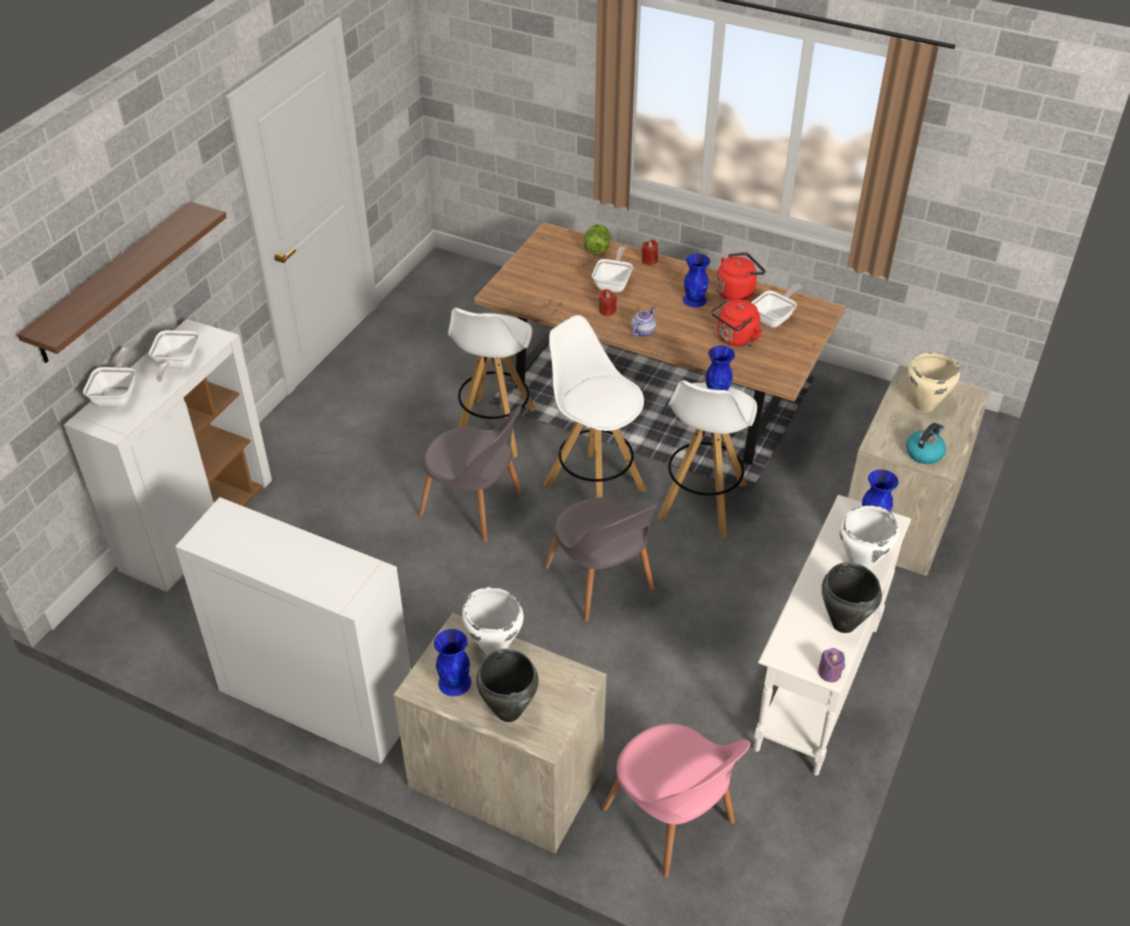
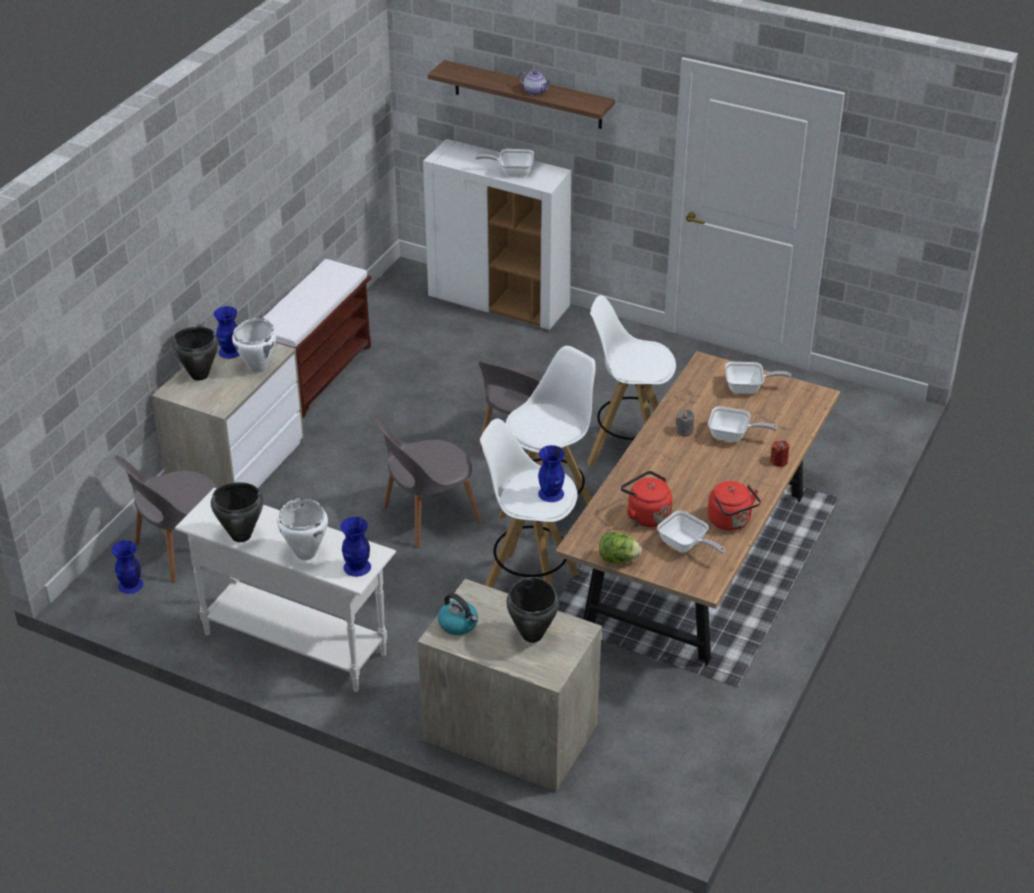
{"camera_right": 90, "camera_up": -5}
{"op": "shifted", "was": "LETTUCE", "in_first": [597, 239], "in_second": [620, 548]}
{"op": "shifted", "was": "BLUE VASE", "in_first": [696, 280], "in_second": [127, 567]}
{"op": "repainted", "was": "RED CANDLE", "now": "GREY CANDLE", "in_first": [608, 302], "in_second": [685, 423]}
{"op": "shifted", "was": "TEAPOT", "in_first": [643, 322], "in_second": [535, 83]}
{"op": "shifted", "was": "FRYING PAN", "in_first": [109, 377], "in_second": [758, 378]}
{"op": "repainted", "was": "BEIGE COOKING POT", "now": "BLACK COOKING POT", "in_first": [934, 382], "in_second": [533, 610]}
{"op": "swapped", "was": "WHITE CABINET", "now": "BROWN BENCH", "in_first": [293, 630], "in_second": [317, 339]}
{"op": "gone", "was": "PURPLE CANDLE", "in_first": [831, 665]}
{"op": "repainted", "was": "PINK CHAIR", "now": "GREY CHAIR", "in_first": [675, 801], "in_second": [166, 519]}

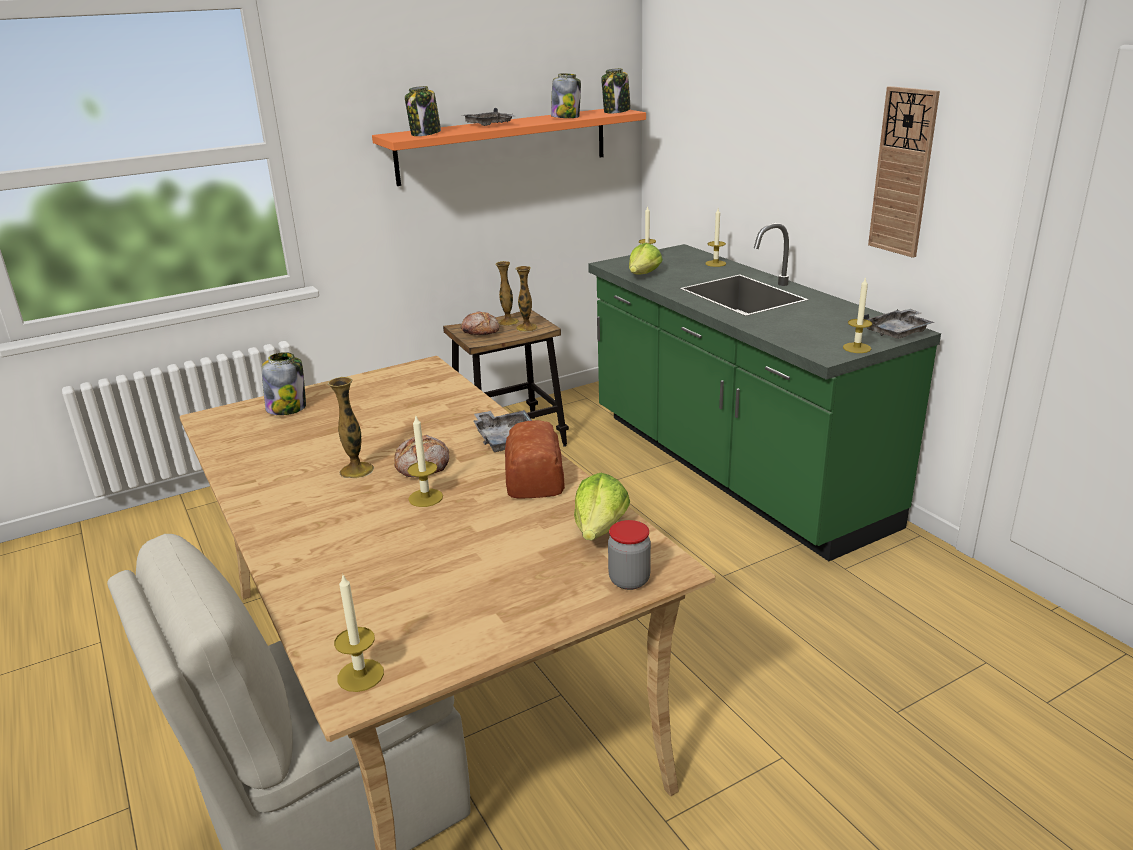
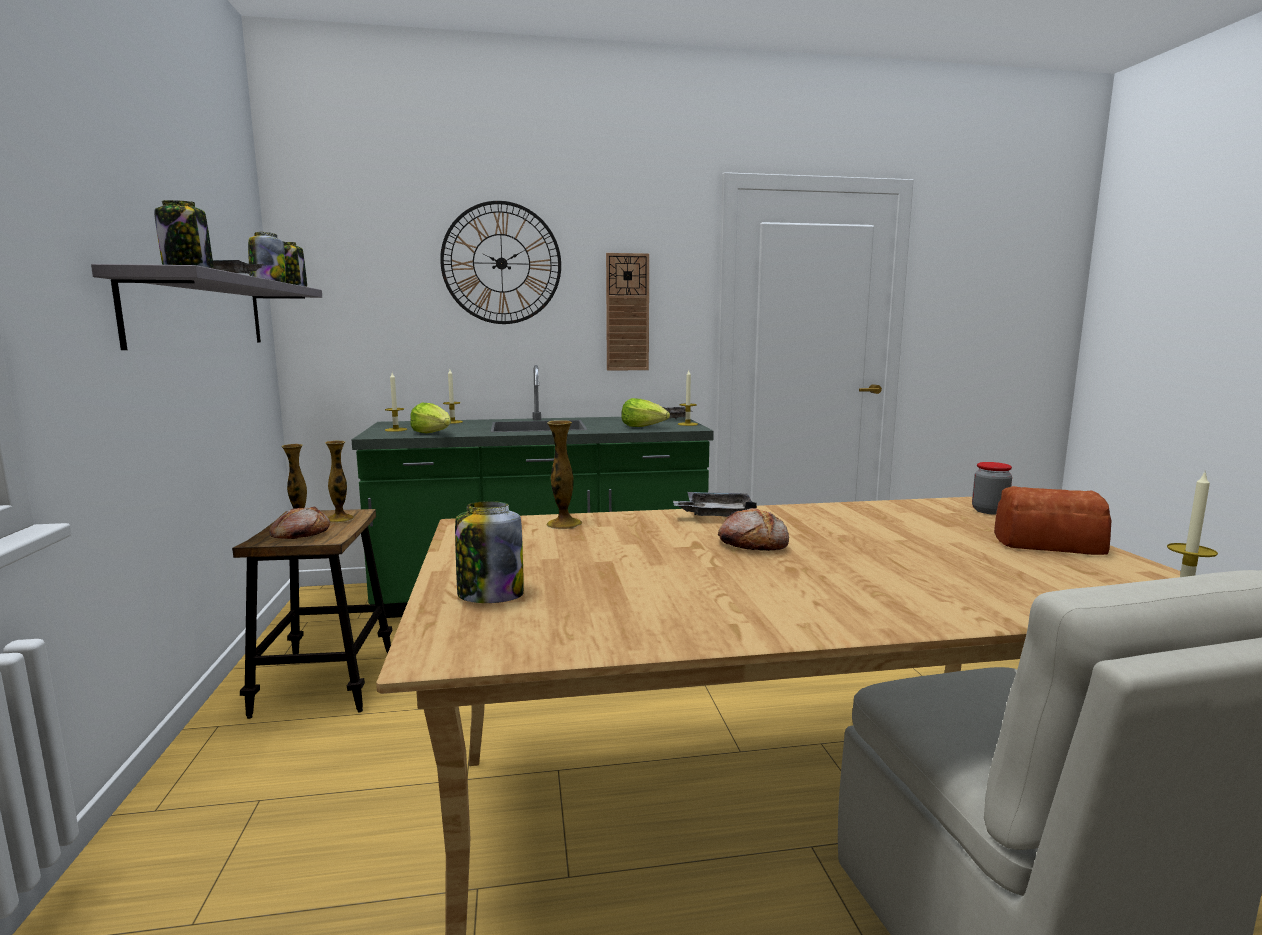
{"camera_right": -70, "camera_up": -15}
{"op": "repainted", "was": "ORANGE SHELF", "now": "GREY SHELF", "in_first": [509, 147], "in_second": [206, 307]}
{"op": "shifted", "was": "VASE", "in_first": [351, 427], "in_second": [564, 474]}
{"op": "gone", "was": "CANDLE", "in_first": [425, 461]}
{"op": "shifted", "was": "BREAD", "in_first": [535, 459], "in_second": [1052, 520]}
{"op": "shifted", "was": "LETTUCE", "in_first": [602, 506], "in_second": [645, 412]}
{"op": "new", "now": "WALL CLOCK", "in_second": [500, 262]}

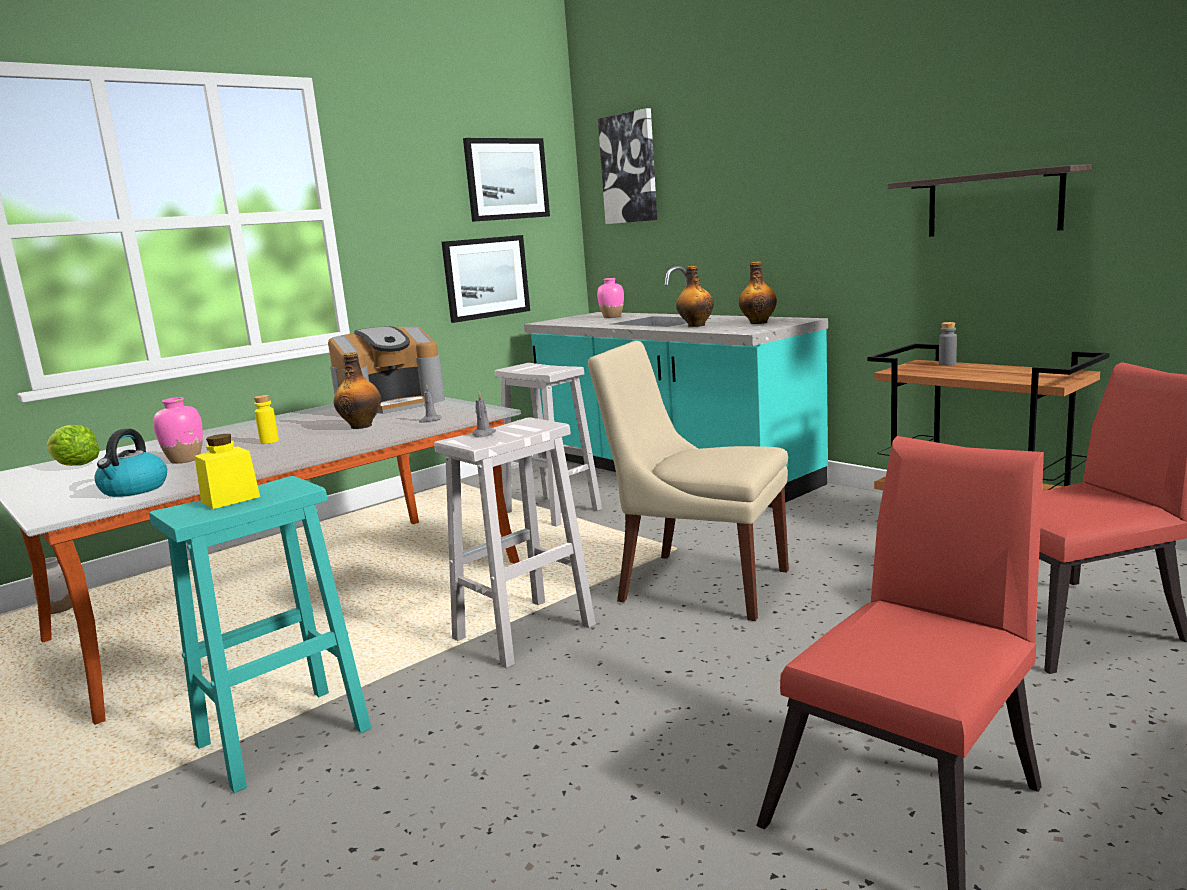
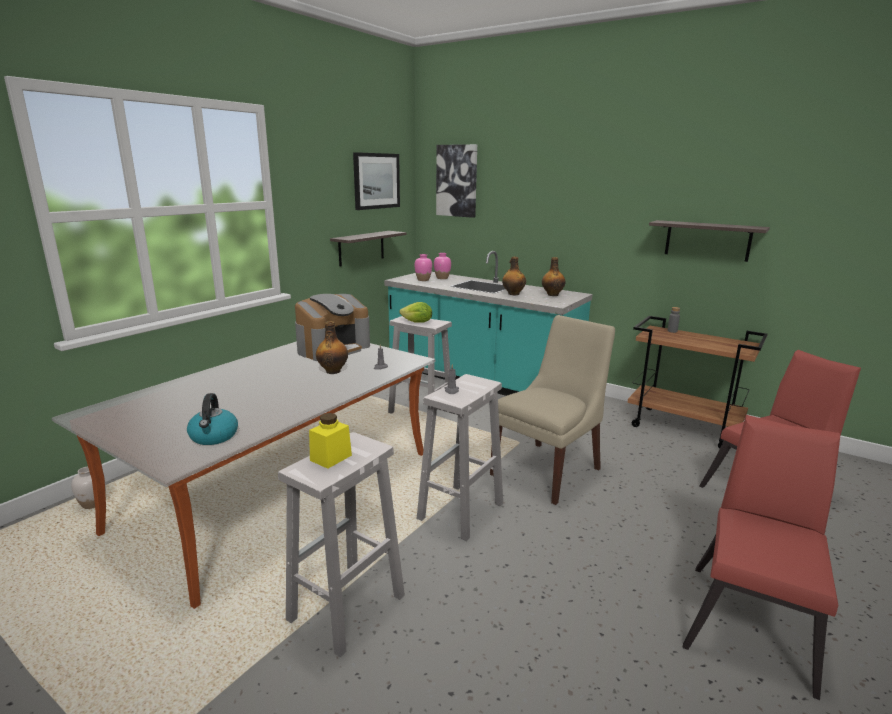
{"camera_right": -15, "camera_up": 5}
{"op": "swapped", "was": "PICTURE", "now": "SHELF", "in_first": [486, 279], "in_second": [368, 248]}
{"op": "rotated", "was": "BEIGE CHAIR", "in_first": [688, 481], "in_second": [552, 410], "clockwise": 120}
{"op": "gone", "was": "YELLOW BOTTLE", "in_first": [266, 419]}
{"op": "shifted", "was": "PINK VASE", "in_first": [178, 430], "in_second": [423, 267]}
{"op": "shifted", "was": "LETTUCE", "in_first": [73, 445], "in_second": [416, 312]}
{"op": "repainted", "was": "TURQUOISE STOOL", "now": "WHITE STOOL", "in_first": [260, 634], "in_second": [341, 545]}

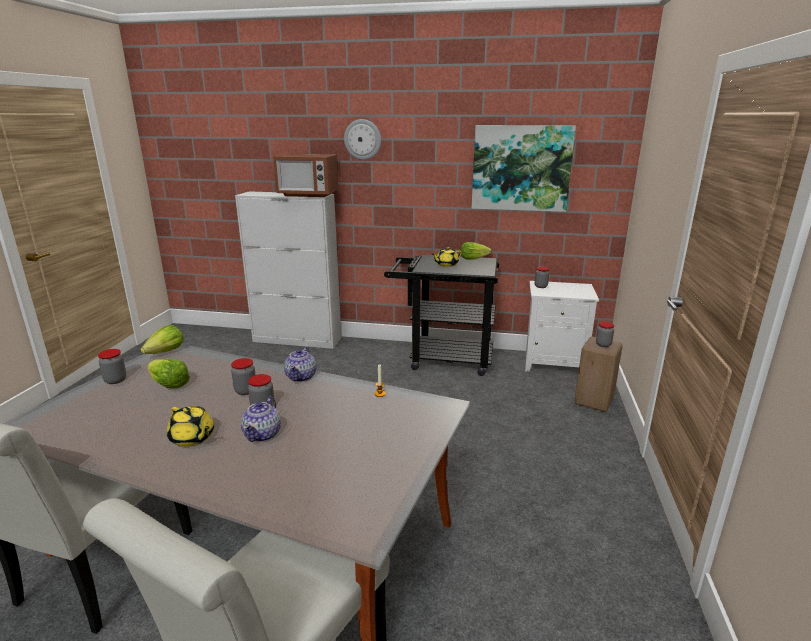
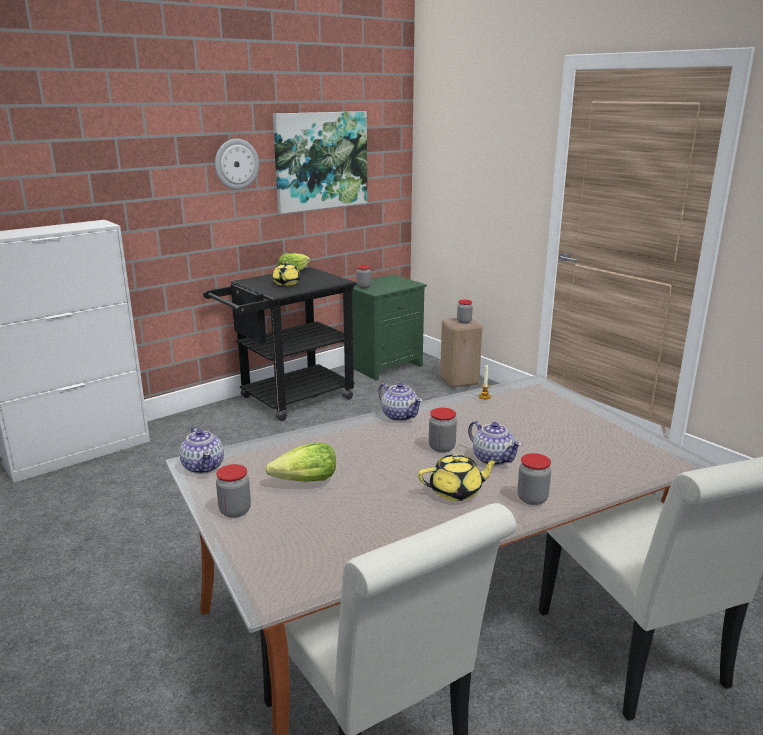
{"camera_right": -50, "camera_up": 0}
{"op": "shifted", "was": "WALL CLOCK", "in_first": [362, 139], "in_second": [237, 164]}
{"op": "gone", "was": "MICROWAVE", "in_first": [305, 175]}
{"op": "repainted", "was": "WHITE NIGHTSTAND", "now": "GREEN NIGHTSTAND", "in_first": [562, 326], "in_second": [389, 328]}
{"op": "swapped", "was": "LETTUCE", "now": "TEAPOT", "in_first": [162, 339], "in_second": [202, 450]}
{"op": "shifted", "was": "JAR", "in_first": [243, 376], "in_second": [534, 479]}

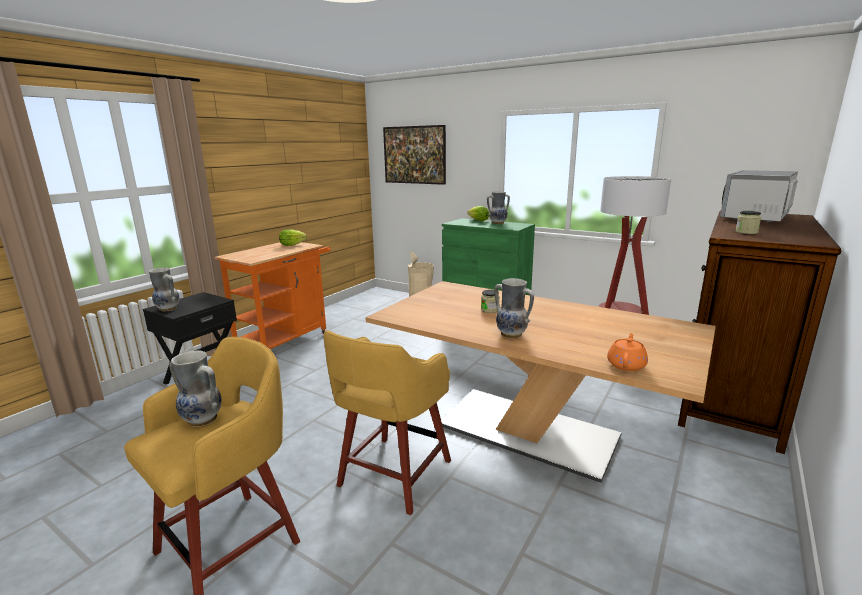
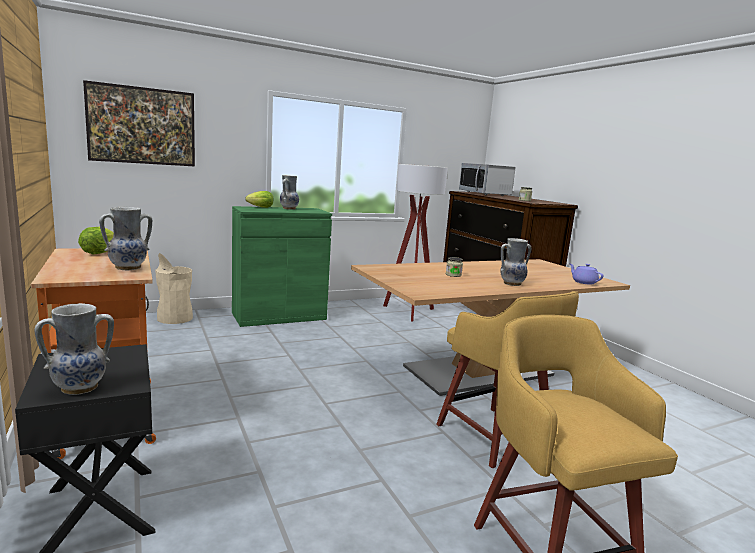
{"camera_right": -60, "camera_up": -5}
{"op": "repainted", "was": "ORANGE TEAPOT", "now": "PURPLE TEAPOT", "in_first": [627, 352], "in_second": [586, 274]}
{"op": "shifted", "was": "VASE", "in_first": [195, 389], "in_second": [125, 238]}

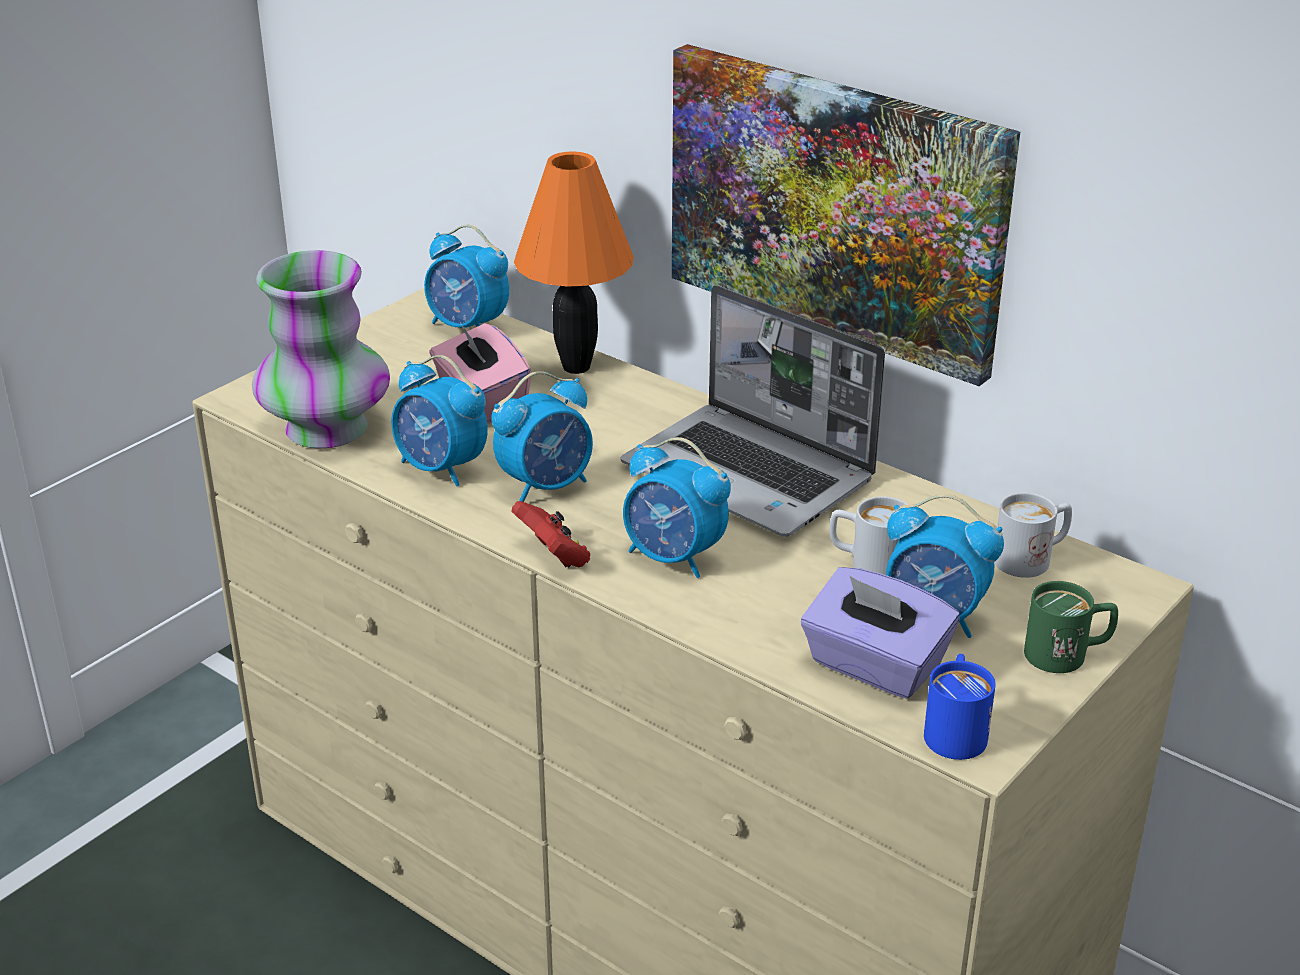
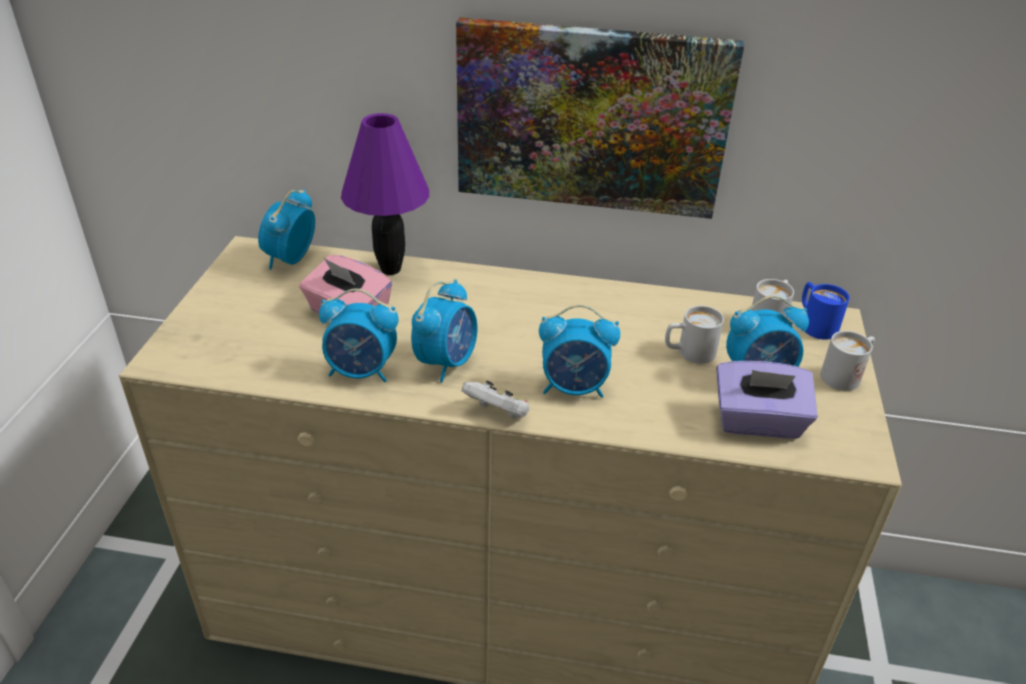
{"camera_right": -30, "camera_up": 5}
{"op": "repainted", "was": "ORANGE TABLE LAMP", "now": "PURPLE TABLE LAMP", "in_first": [574, 262], "in_second": [385, 194]}
{"op": "rotated", "was": "ALARM CLOCK", "in_first": [466, 276], "in_second": [286, 229], "clockwise": 105}
{"op": "gone", "was": "VASE", "in_first": [321, 349]}
{"op": "gone", "was": "LAPTOP", "in_first": [753, 411]}
{"op": "repainted", "was": "RED GAME CONTROLLER", "now": "WHITE GAME CONTROLLER", "in_first": [550, 534], "in_second": [495, 400]}
{"op": "repainted", "was": "GREEN MUG", "now": "WHITE MUG", "in_first": [1071, 627], "in_second": [847, 361]}
{"op": "shifted", "was": "BLUE MUG", "in_first": [960, 707], "in_second": [826, 311]}

